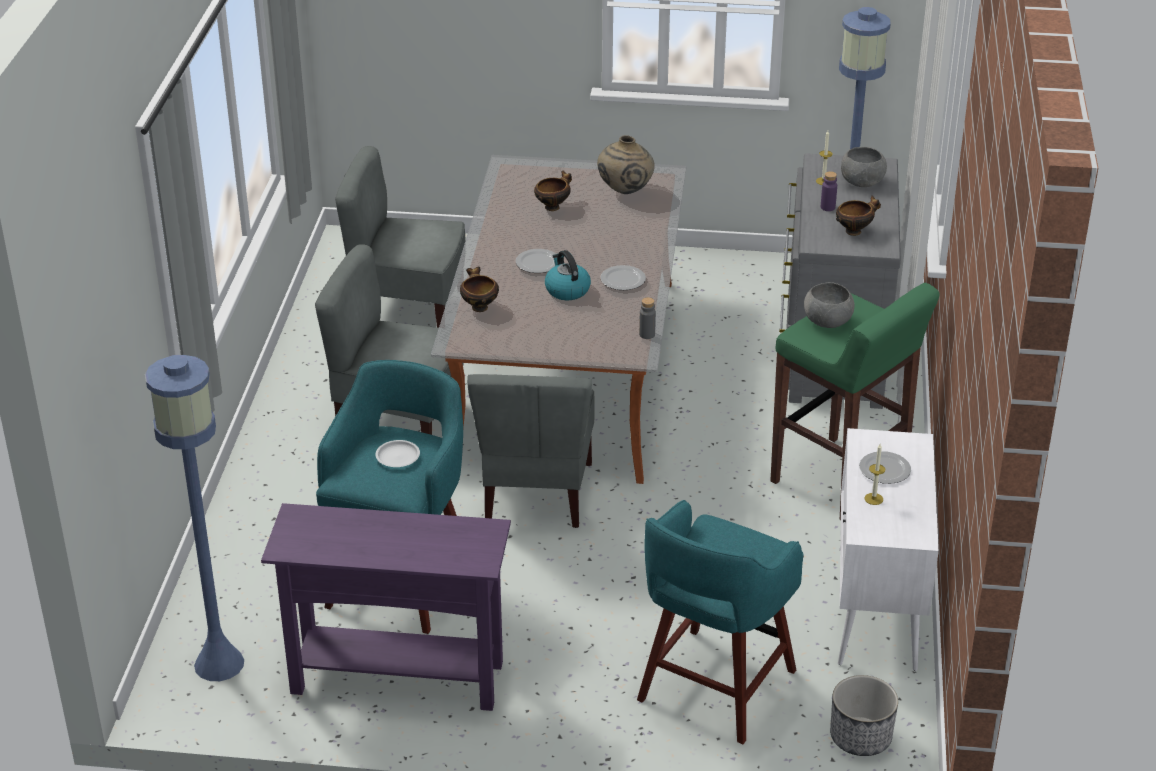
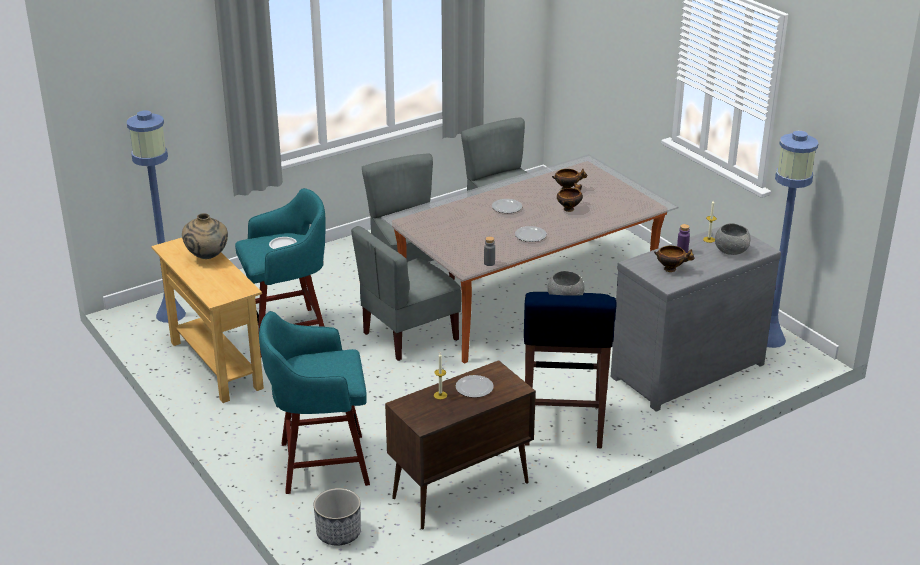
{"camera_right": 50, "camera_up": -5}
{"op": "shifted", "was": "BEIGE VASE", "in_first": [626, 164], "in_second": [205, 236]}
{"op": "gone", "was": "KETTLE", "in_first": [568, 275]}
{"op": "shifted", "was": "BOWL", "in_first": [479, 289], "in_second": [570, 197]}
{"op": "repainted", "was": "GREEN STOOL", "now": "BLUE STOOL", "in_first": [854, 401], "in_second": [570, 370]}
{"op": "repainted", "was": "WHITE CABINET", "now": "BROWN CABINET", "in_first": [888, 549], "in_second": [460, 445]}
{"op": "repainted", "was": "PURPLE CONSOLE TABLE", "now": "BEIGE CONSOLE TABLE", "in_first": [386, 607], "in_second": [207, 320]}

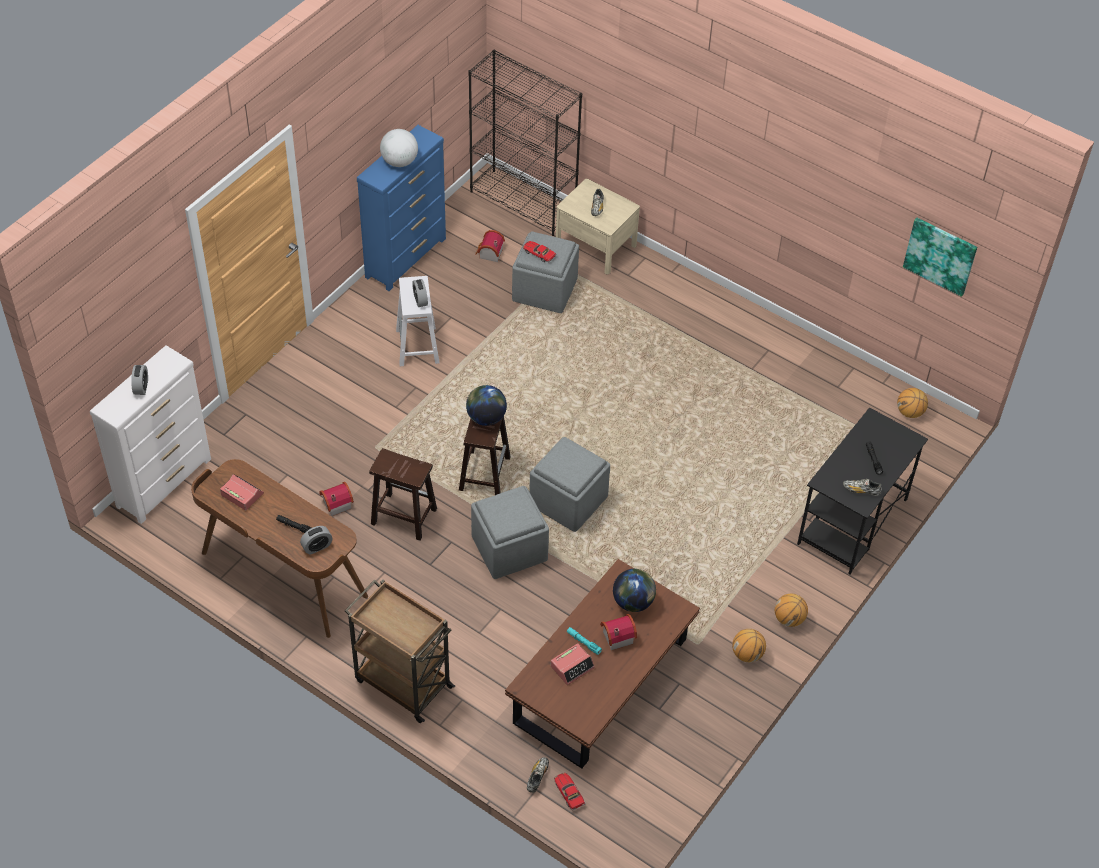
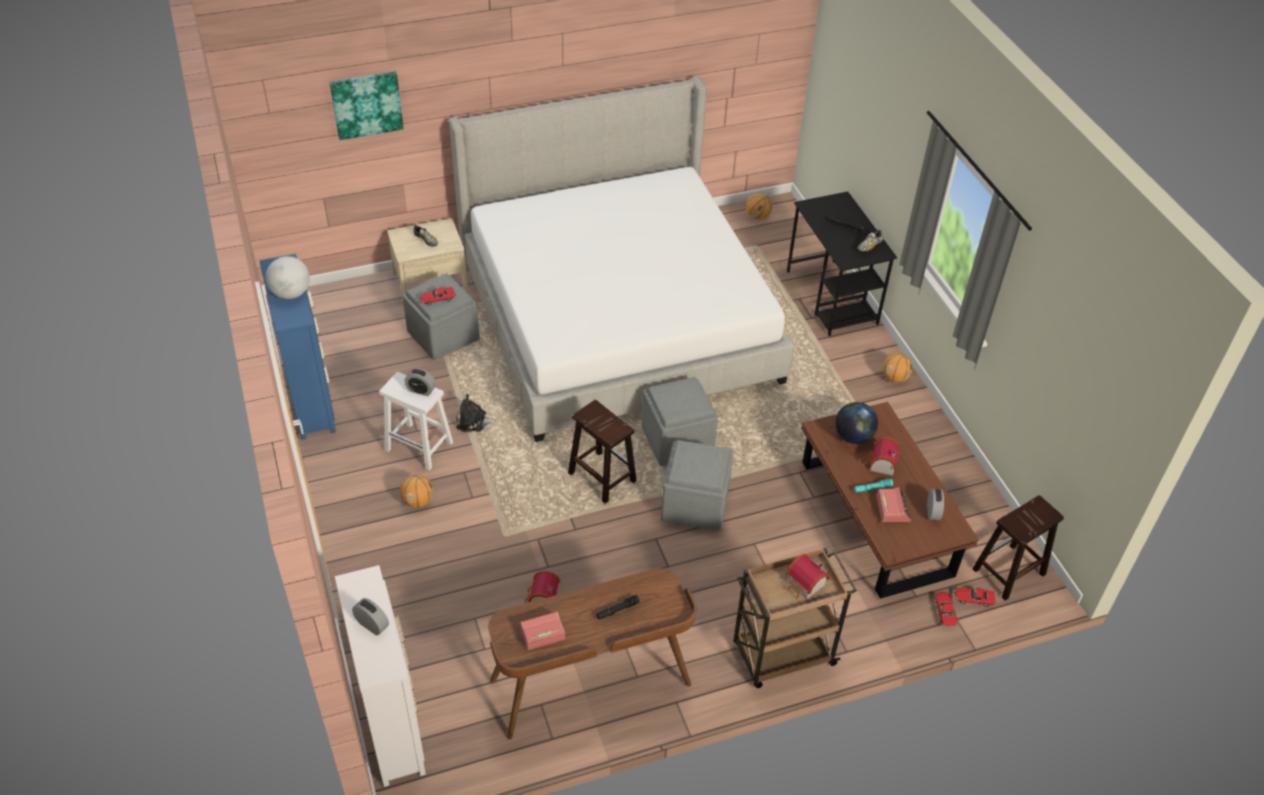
{"camera_right": -55, "camera_up": -5}
{"op": "gone", "was": "BLACK BOOKCASE", "in_first": [525, 143]}
{"op": "shifted", "was": "PICTURE", "in_first": [940, 257], "in_second": [367, 105]}
{"op": "shifted", "was": "TOY HOUSE", "in_first": [490, 246], "in_second": [808, 577]}
{"op": "gone", "was": "GLOBE", "in_first": [486, 405]}
{"op": "shifted", "was": "BROWN STOOL", "in_first": [403, 494], "in_second": [1018, 548]}
{"op": "shifted", "was": "ALARM CLOCK", "in_first": [316, 540], "in_second": [935, 504]}
{"op": "shifted", "was": "BASKETBALL", "in_first": [749, 645], "in_second": [417, 491]}
{"op": "swapped", "was": "SHOE", "now": "TOY CAR", "in_first": [538, 775], "in_second": [946, 609]}
{"op": "new", "now": "BED", "in_second": [621, 259]}
{"op": "new", "now": "PLUSH TOY", "in_second": [476, 413]}

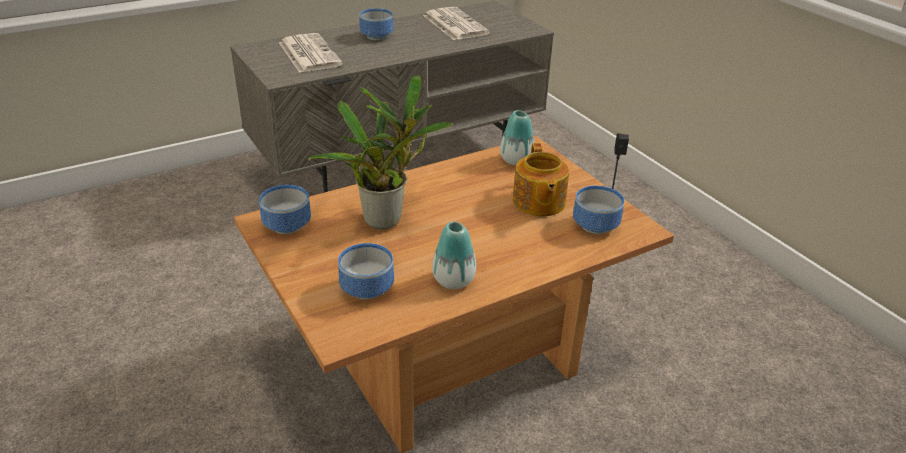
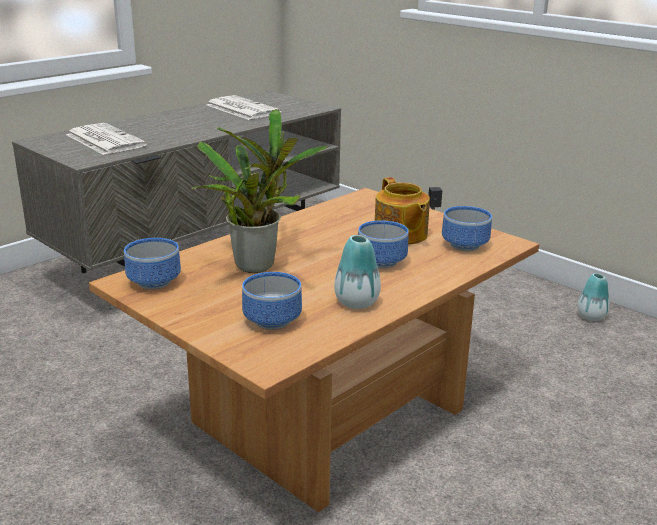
{"camera_right": -15, "camera_up": -10}
{"op": "shifted", "was": "BOWL", "in_first": [376, 24], "in_second": [383, 244]}
{"op": "shifted", "was": "VASE", "in_first": [517, 137], "in_second": [593, 297]}

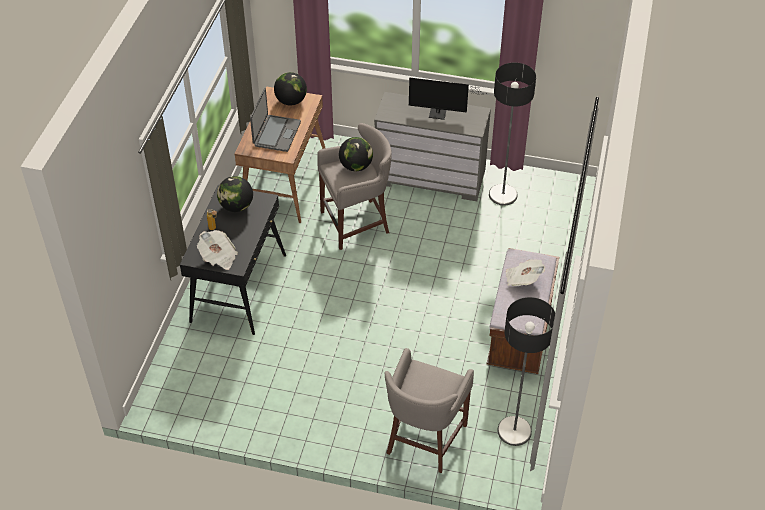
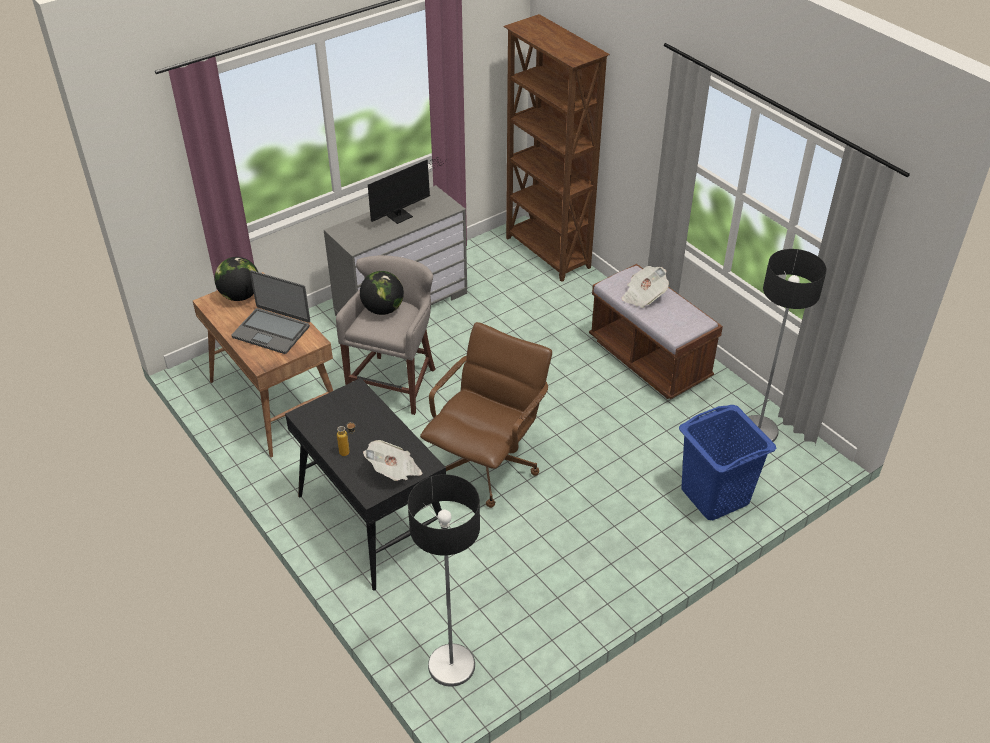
{"camera_right": -50, "camera_up": -5}
{"op": "shifted", "was": "FLOOR LAMP", "in_first": [512, 133], "in_second": [444, 580]}
{"op": "rotated", "was": "LAPTOP", "in_first": [275, 120], "in_second": [271, 312], "clockwise": 150}
{"op": "gone", "was": "GLOBE", "in_first": [235, 194]}
{"op": "swapped", "was": "GREY STOOL", "now": "BLUE LAUNDRY BASKET", "in_first": [429, 410], "in_second": [727, 462]}
{"op": "new", "now": "BROWN BOOKCASE", "in_second": [556, 148]}
{"op": "new", "now": "BROWN OFFICE CHAIR", "in_second": [486, 415]}

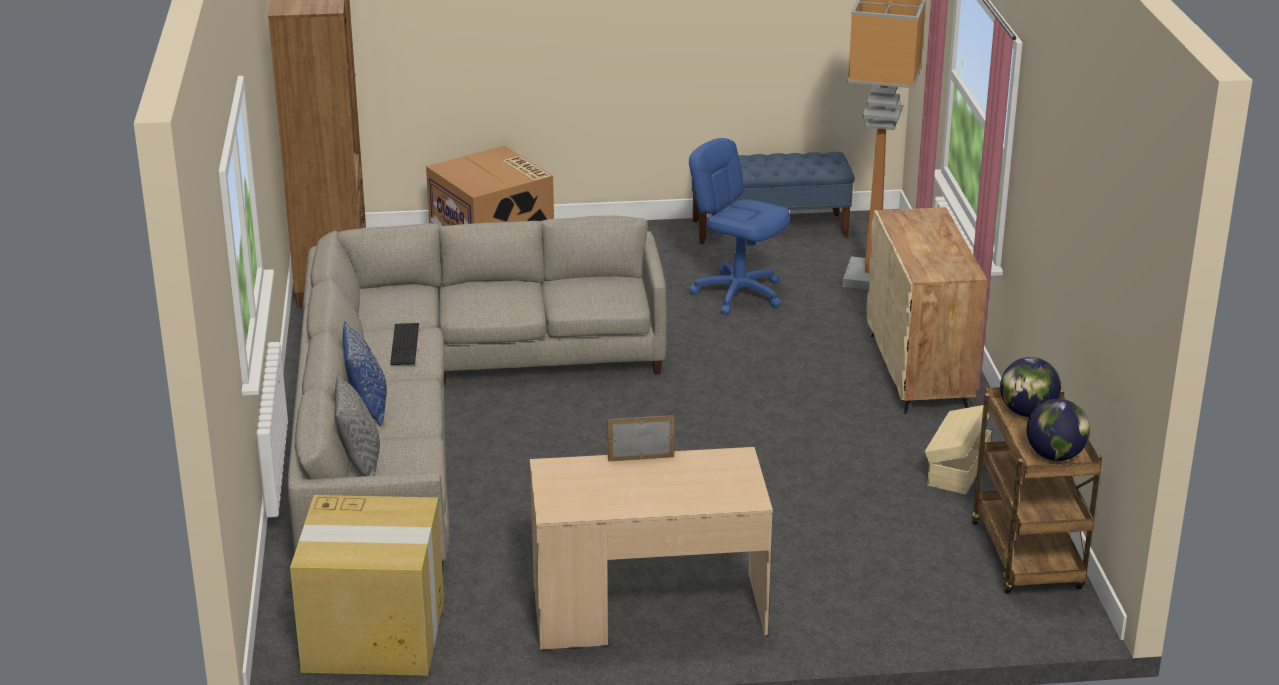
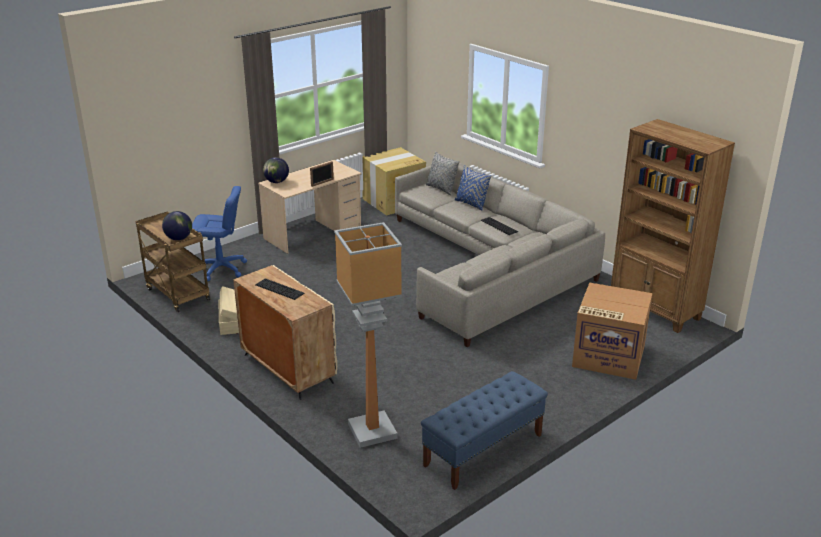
{"camera_right": 145, "camera_up": 0}
{"op": "shifted", "was": "BLUE OFFICE CHAIR", "in_first": [739, 226], "in_second": [219, 233]}
{"op": "shifted", "was": "GLOBE", "in_first": [1058, 430], "in_second": [276, 170]}
{"op": "new", "now": "KEYBOARD", "in_second": [279, 289]}

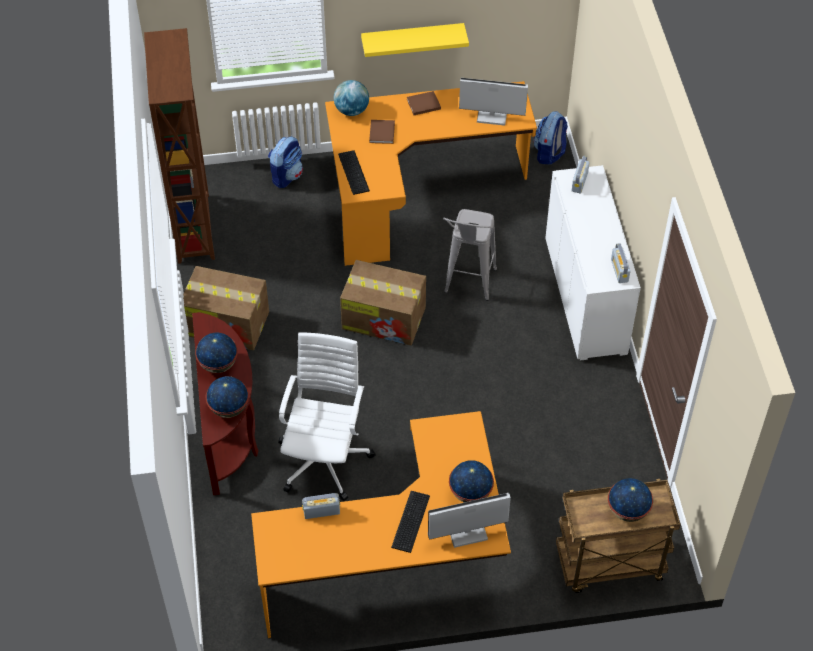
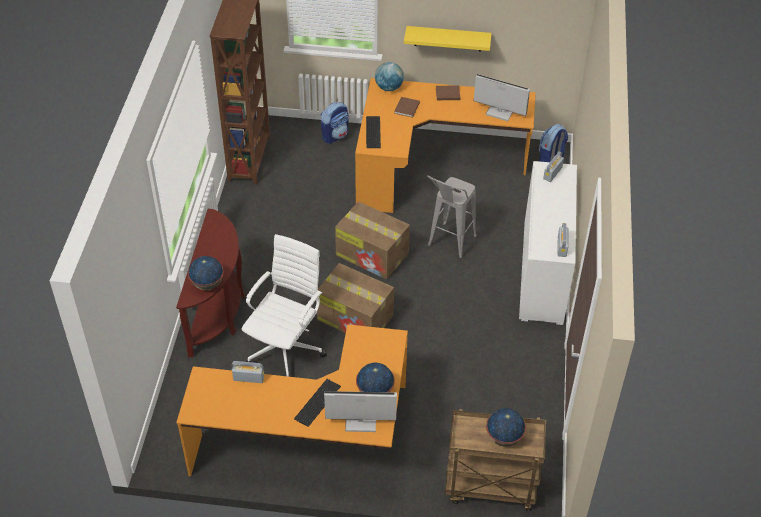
{"camera_right": 15, "camera_up": -5}
{"op": "shifted", "was": "CARDBOARD BOX", "in_first": [226, 308], "in_second": [355, 298]}
{"op": "gone", "was": "GLOBE", "in_first": [216, 352]}

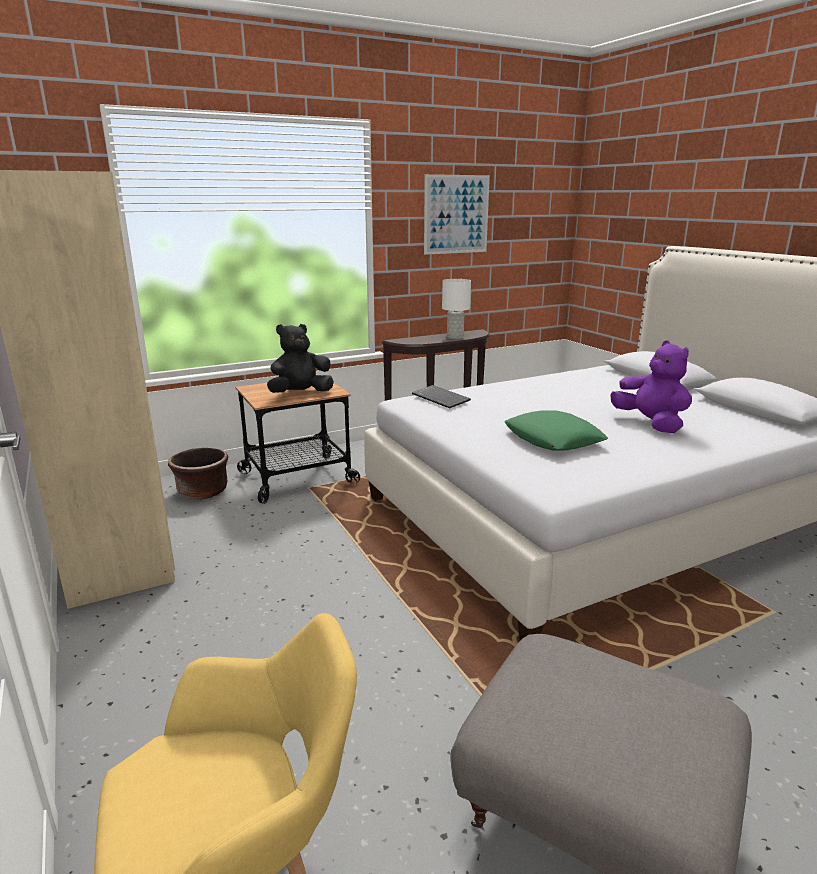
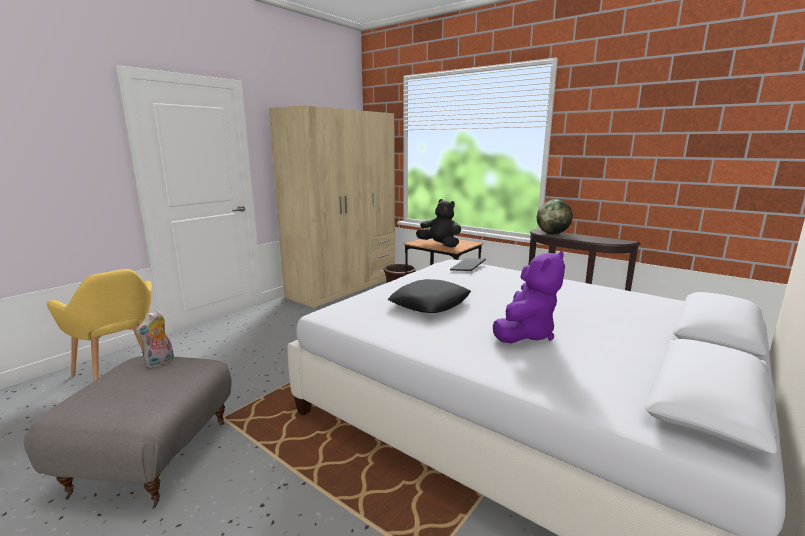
{"camera_right": 65, "camera_up": -5}
{"op": "gone", "was": "PICTURE", "in_first": [457, 214]}
{"op": "gone", "was": "WHITE TABLE LAMP", "in_first": [456, 309]}
{"op": "repainted", "was": "GREEN PILLOW", "now": "BLACK PILLOW", "in_first": [556, 430], "in_second": [429, 296]}
{"op": "new", "now": "GLOBE", "in_second": [555, 216]}
{"op": "new", "now": "PLUSH TOY", "in_second": [154, 339]}

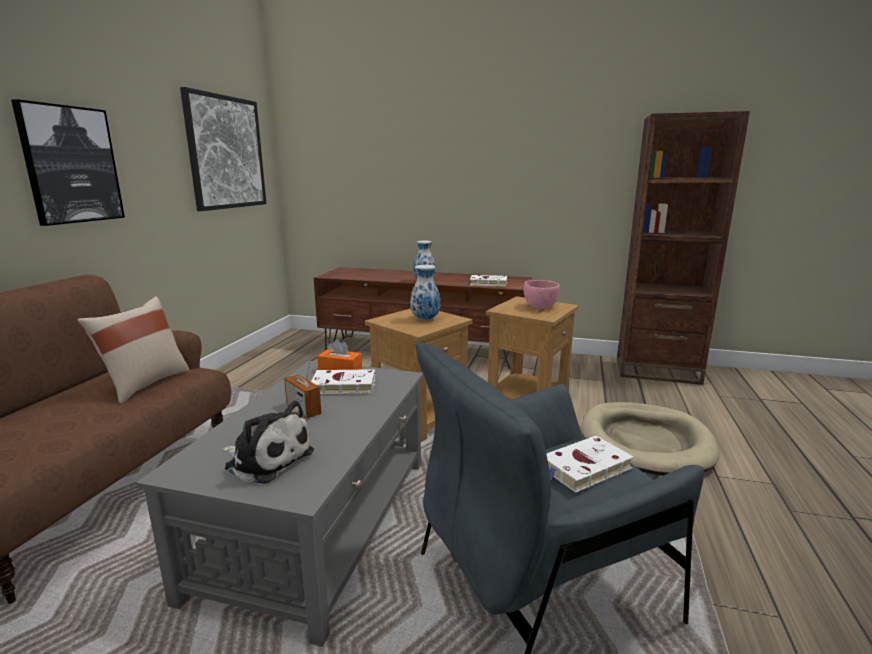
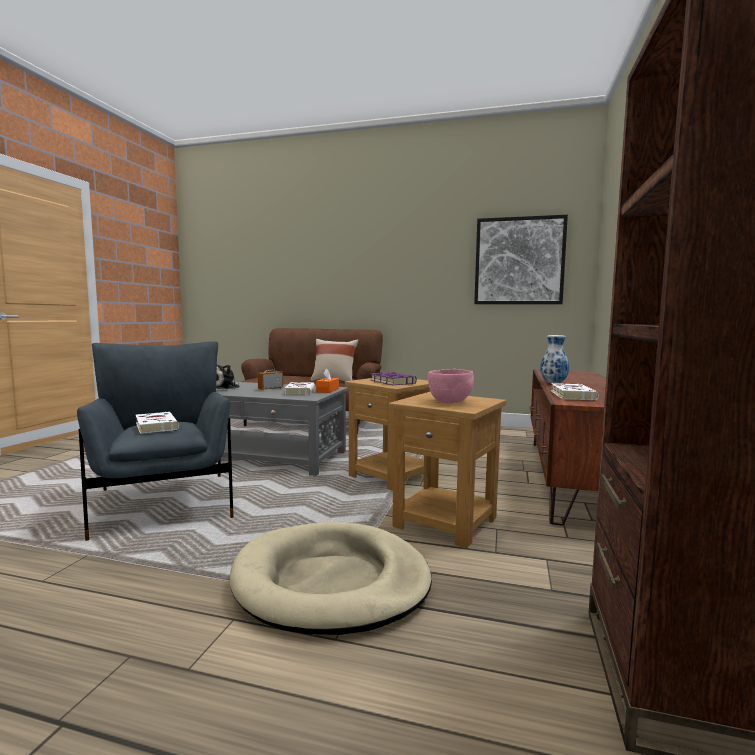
{"camera_right": 90, "camera_up": -10}
{"op": "gone", "was": "PICTURE", "in_first": [68, 162]}
{"op": "swapped", "was": "VASE", "now": "PURPLE BOOK", "in_first": [425, 293], "in_second": [393, 378]}

